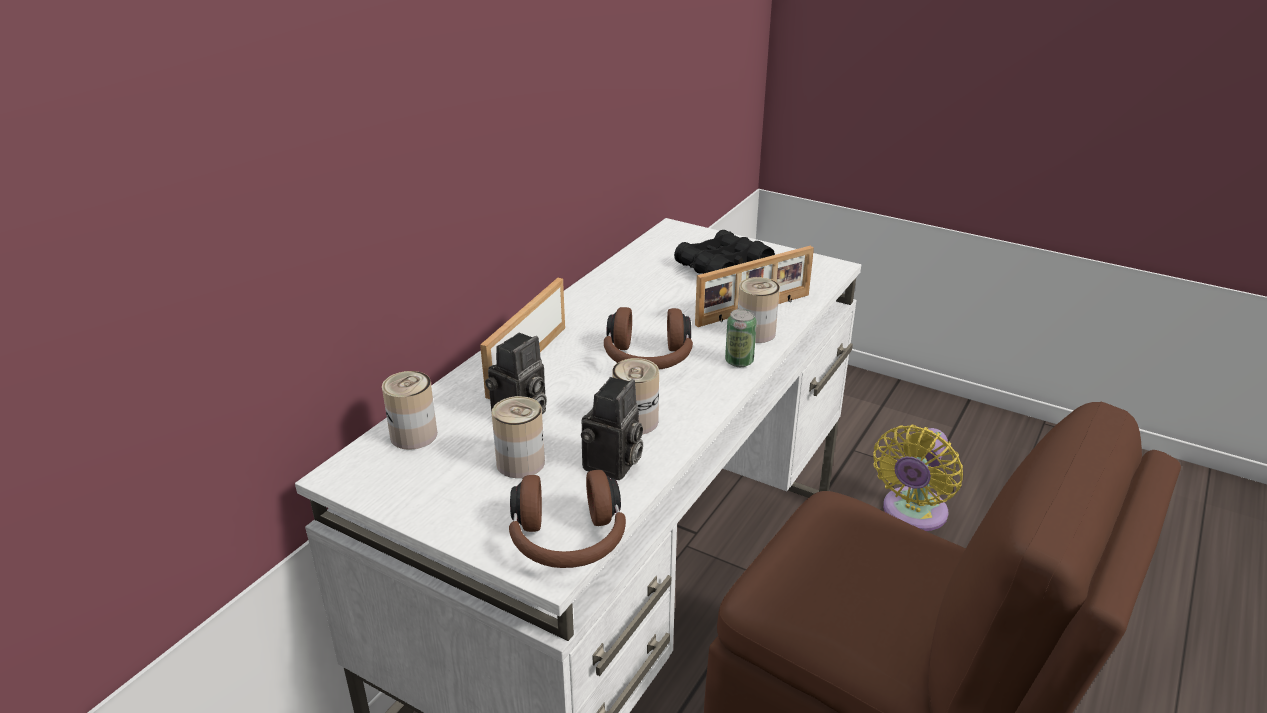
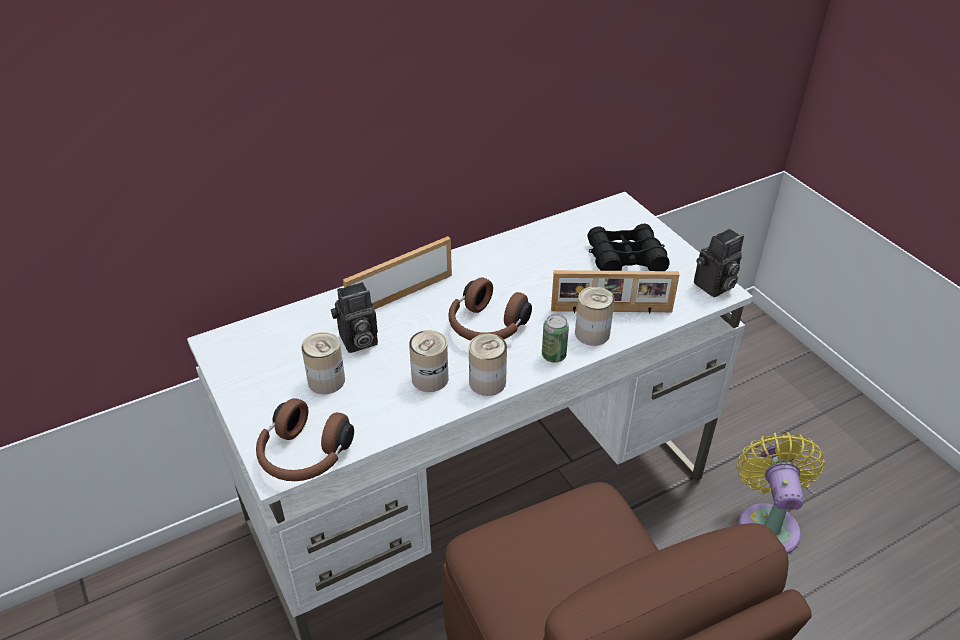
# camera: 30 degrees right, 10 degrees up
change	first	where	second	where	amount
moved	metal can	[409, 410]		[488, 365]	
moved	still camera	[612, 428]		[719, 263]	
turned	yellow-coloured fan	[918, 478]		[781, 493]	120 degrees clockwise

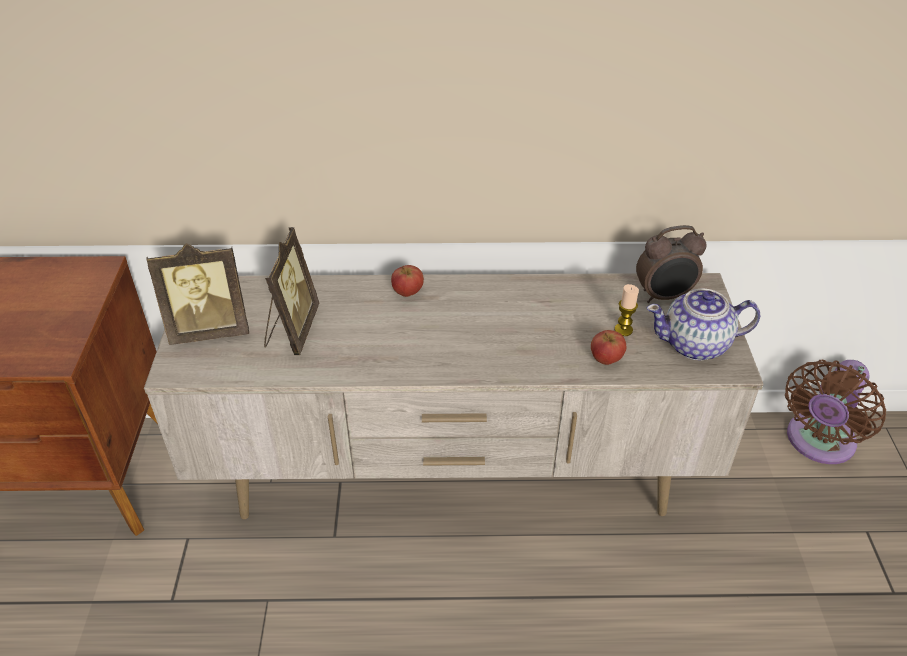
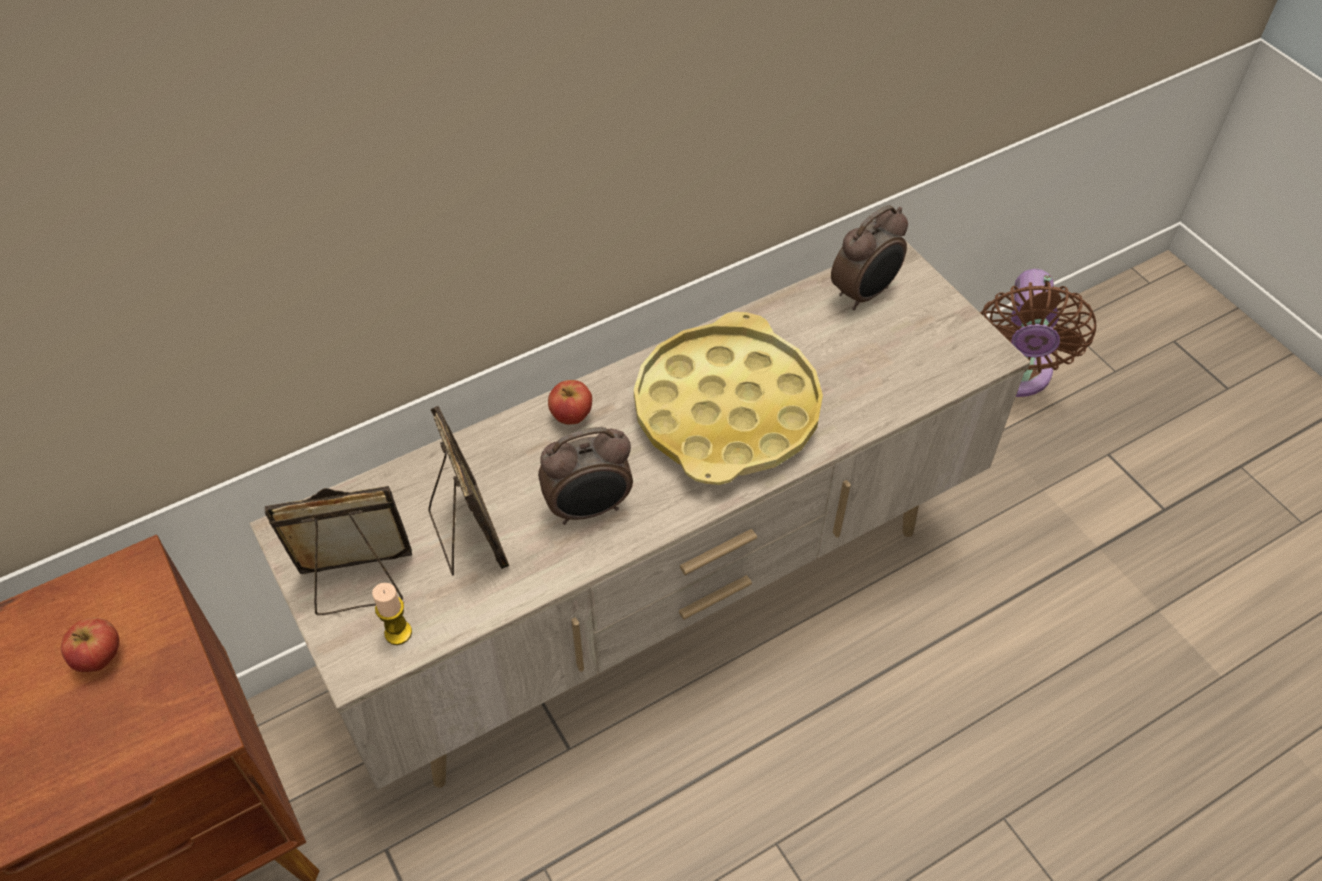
# camera: 30 degrees left, 10 degrees up
change	first	where	second	where	amount
turned	standing frame	[197, 294]		[338, 550]	150 degrees counterclockwise
moved	candle	[626, 310]		[392, 614]	
removed	pot for tea	[703, 324]			
moved	whole apple	[609, 347]		[90, 645]	
added			yellow-coloured serving tray	[728, 398]	
added			table clock	[585, 476]	

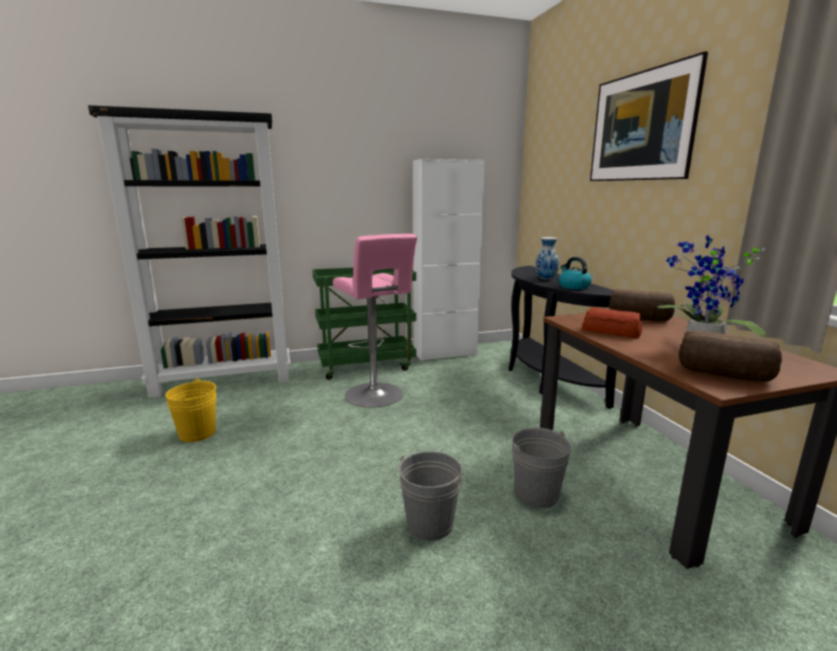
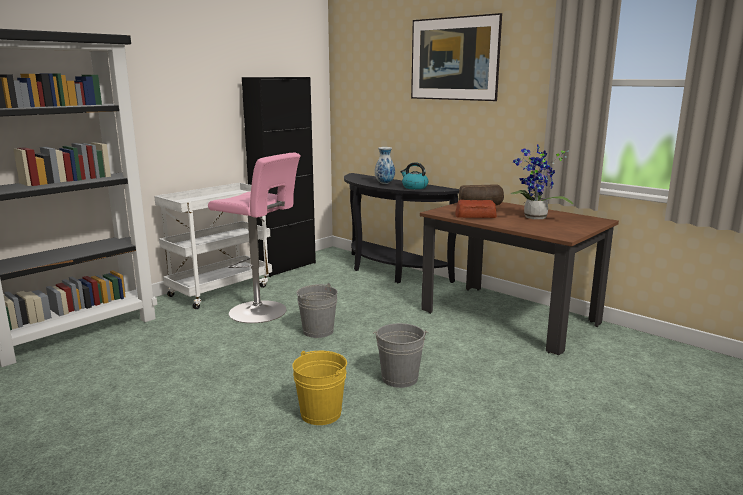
# camera: 30 degrees left, 0 degrees up
change	first	where	second	where	amount
recoloured	white-coloured cabinet	[449, 260]	black-coloured cabinet	[279, 177]	
recoloured	green-coloured trolley	[364, 323]	white-coloured trolley	[213, 246]	
removed	bakery bread	[730, 356]			
moved	yellow-coloured pail	[190, 410]		[319, 388]	
moved	grey pail	[541, 468]		[317, 310]	

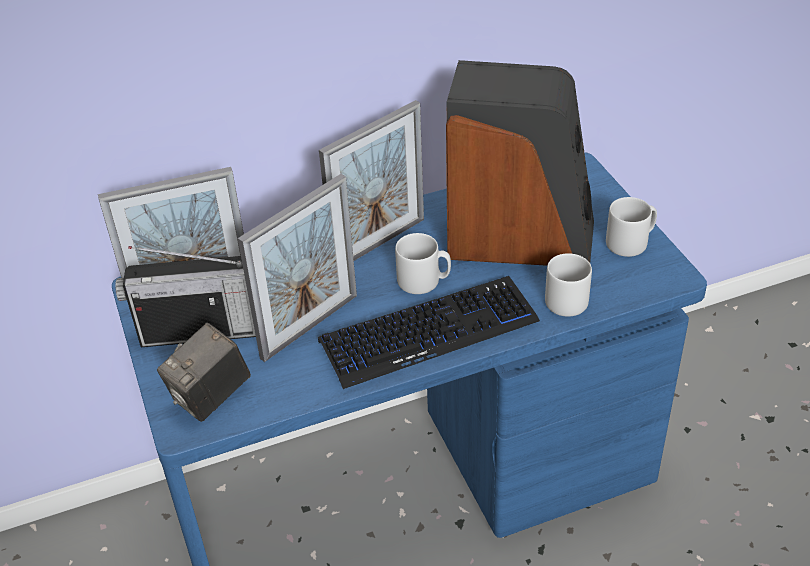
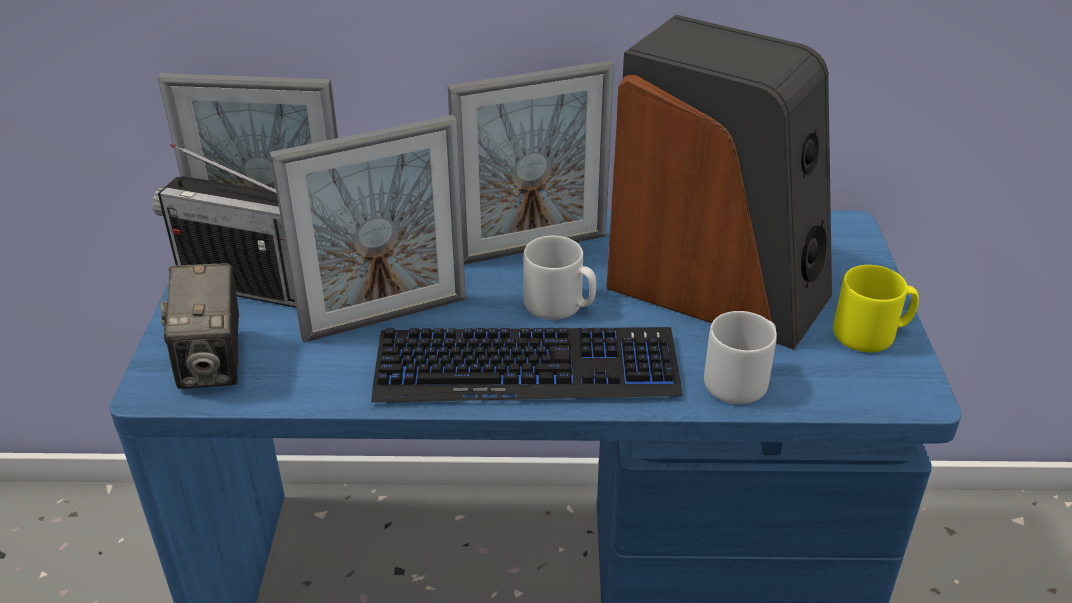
# camera: 20 degrees right, 5 degrees down
change	first	where	second	where	amount
recoloured	grey coffee mug	[631, 227]	yellow-coloured coffee mug	[876, 308]	
turned	still camera	[204, 372]		[199, 326]	75 degrees counterclockwise

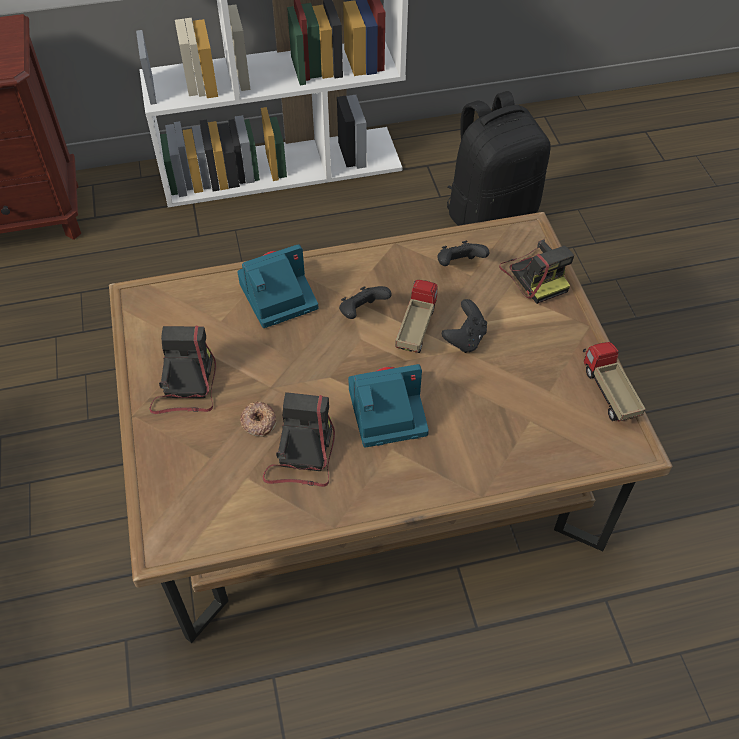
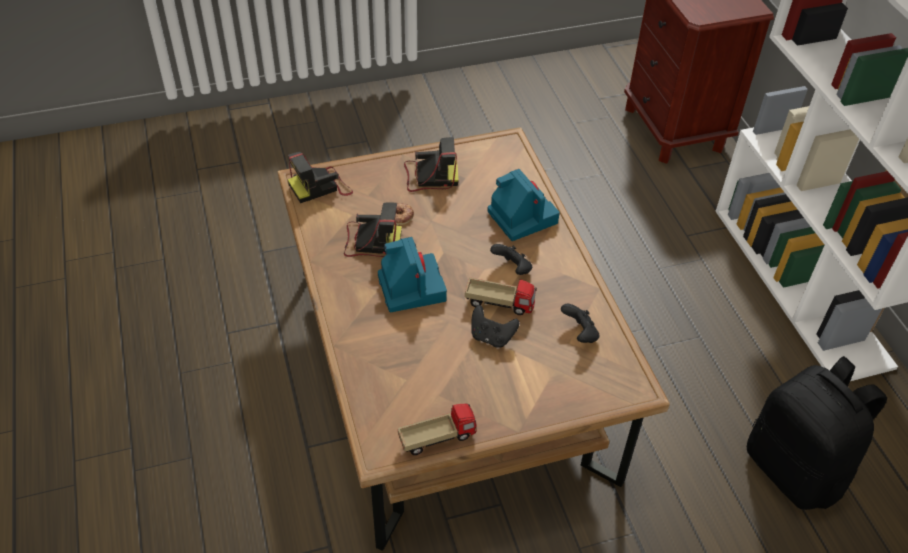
# camera: 85 degrees right, 5 degrees down
change	first	where	second	where	amount
moved	still camera	[536, 271]		[320, 177]	

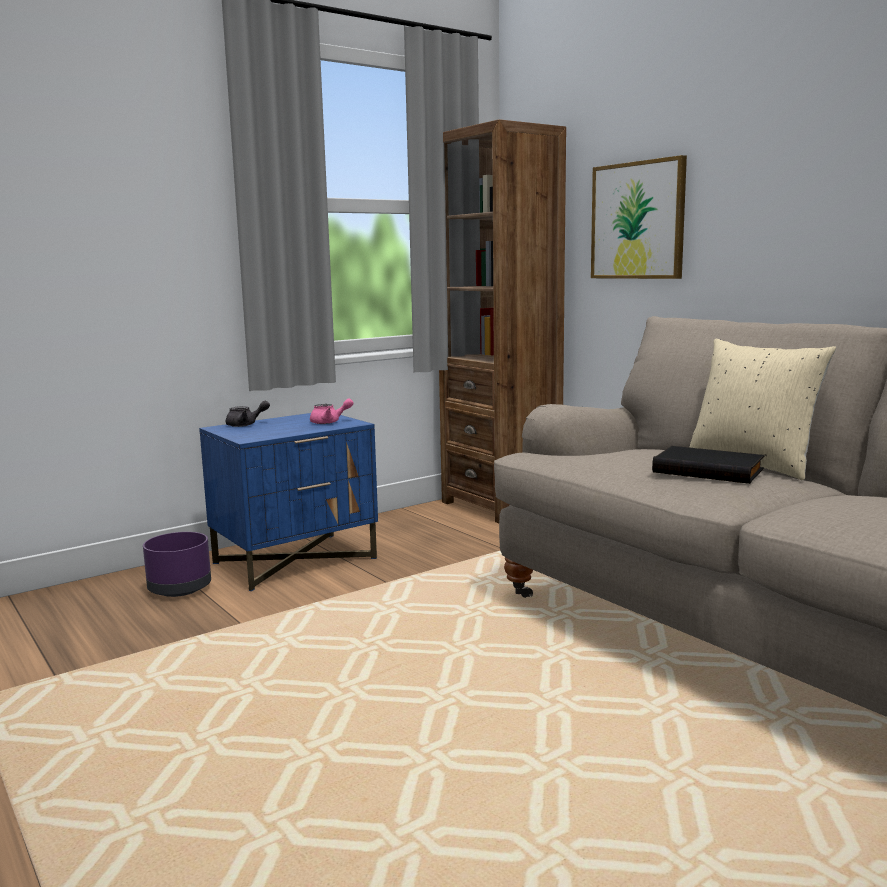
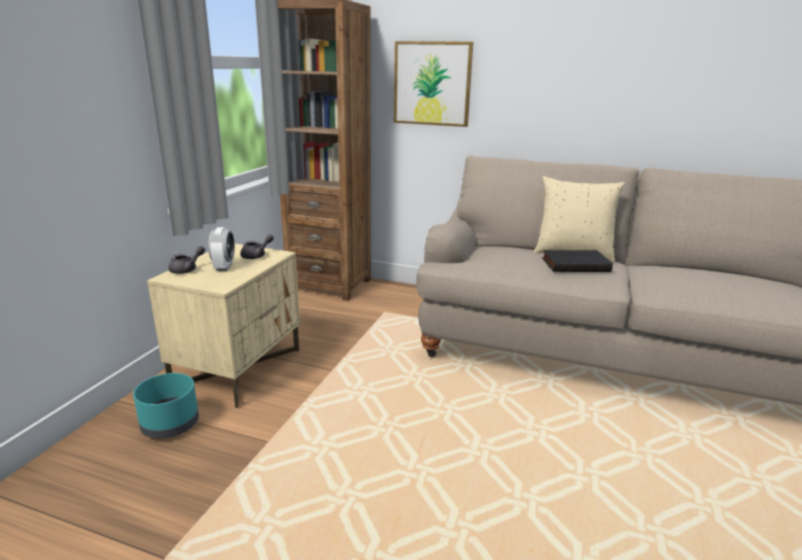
# camera: 35 degrees left, 10 degrees up
change	first	where	second	where	amount
recoloured	pink pot for tea	[332, 411]	grey pot for tea	[257, 246]	
recoloured	blue-coloured night table	[288, 502]	beige-coloured night table	[223, 326]	
recoloured	purple-coloured plant pot	[177, 564]	turquoise plant pot	[166, 406]	
added			table clock	[221, 249]	

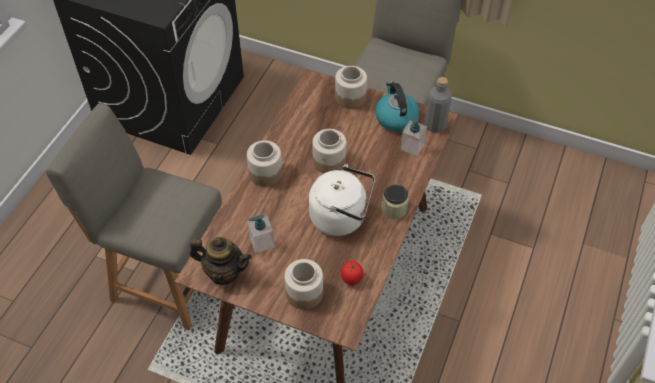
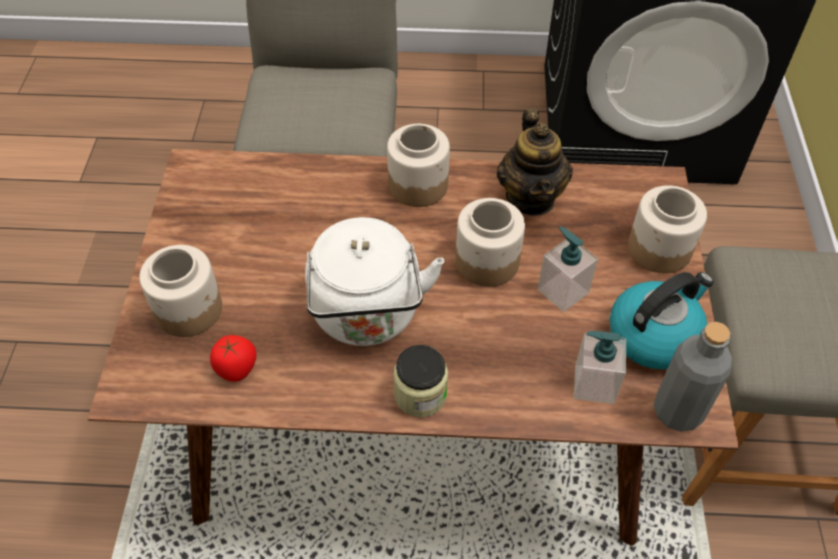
# camera: 70 degrees right, 0 degrees up
change	first	where	second	where	amount
moved	soap dispenser	[261, 233]		[568, 269]	
moved	pot for tea	[221, 261]		[534, 162]	

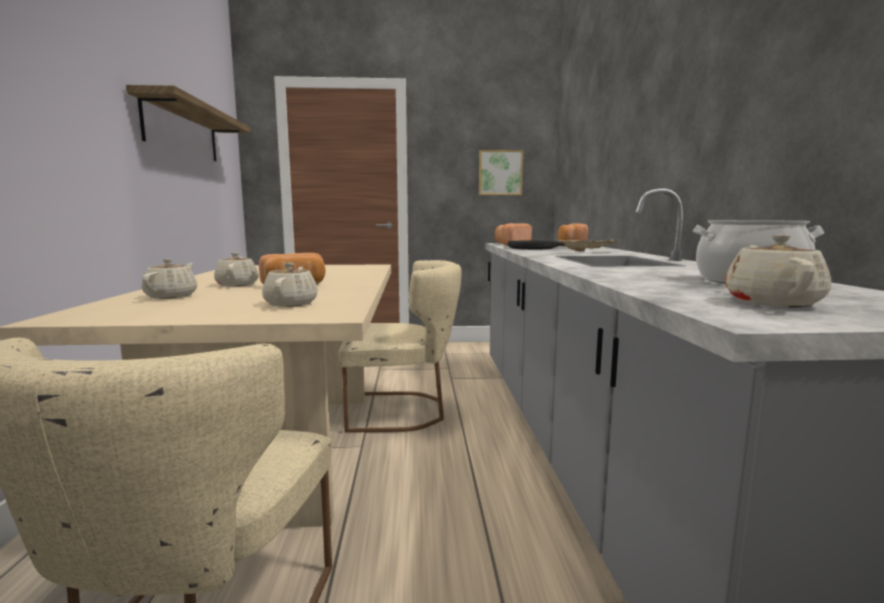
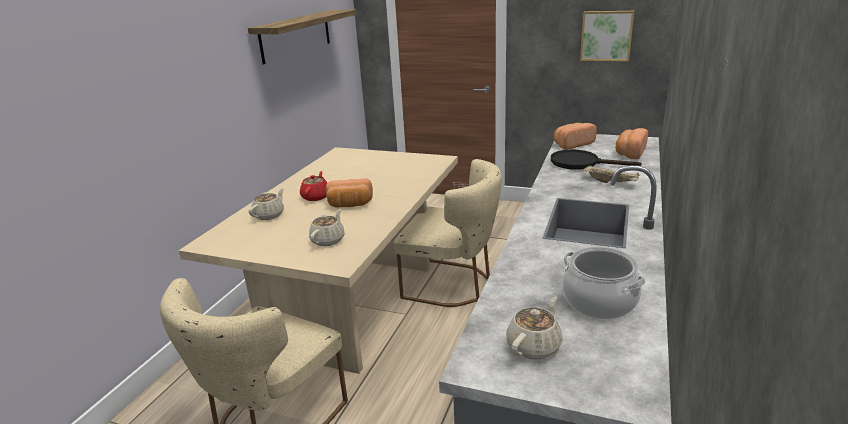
# camera: 25 degrees right, 15 degrees up
change	first	where	second	where	amount
recoloured	beige-coloured pot for tea	[236, 269]	red-coloured pot for tea	[313, 186]	

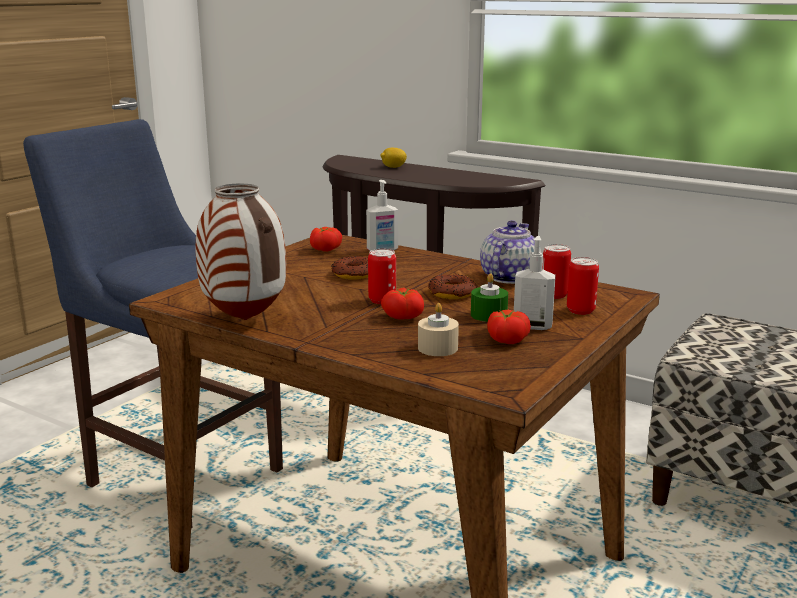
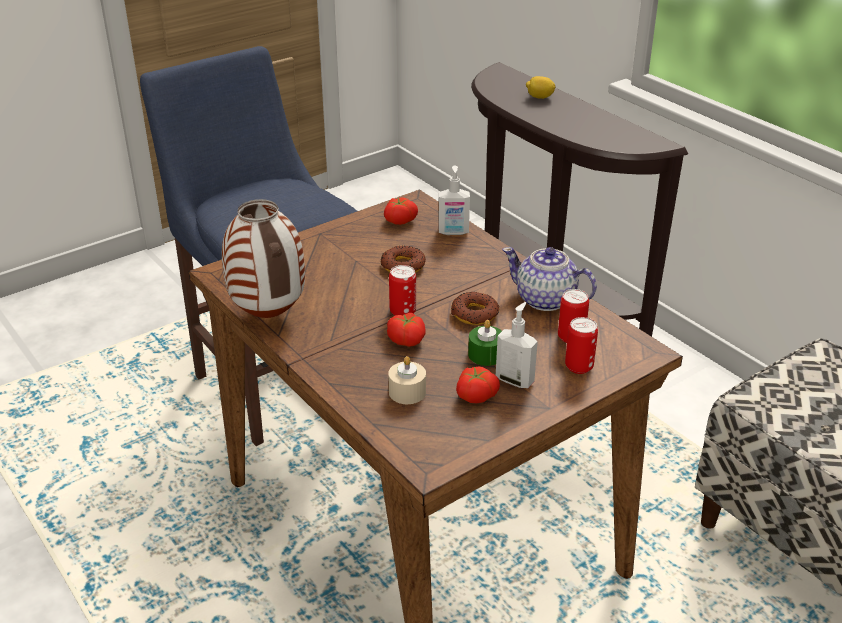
# camera: 20 degrees right, 15 degrees up
change	first	where	second	where	amount
turned	pot for tea	[510, 252]		[549, 279]	105 degrees counterclockwise

